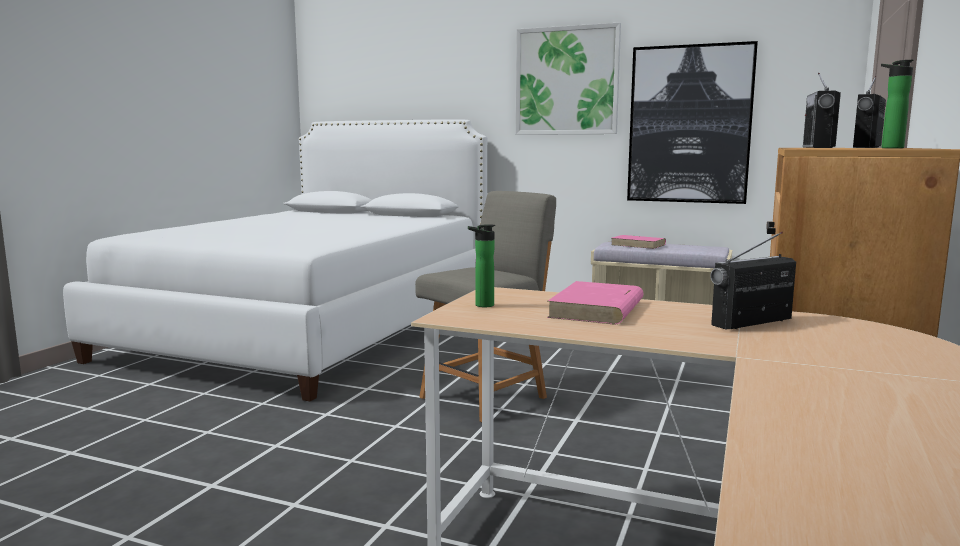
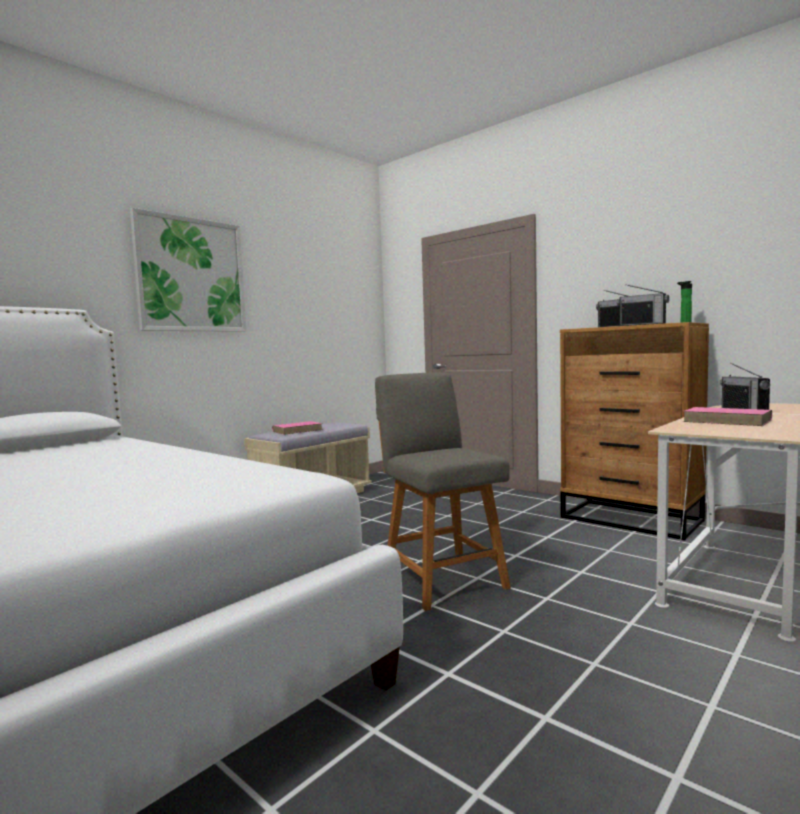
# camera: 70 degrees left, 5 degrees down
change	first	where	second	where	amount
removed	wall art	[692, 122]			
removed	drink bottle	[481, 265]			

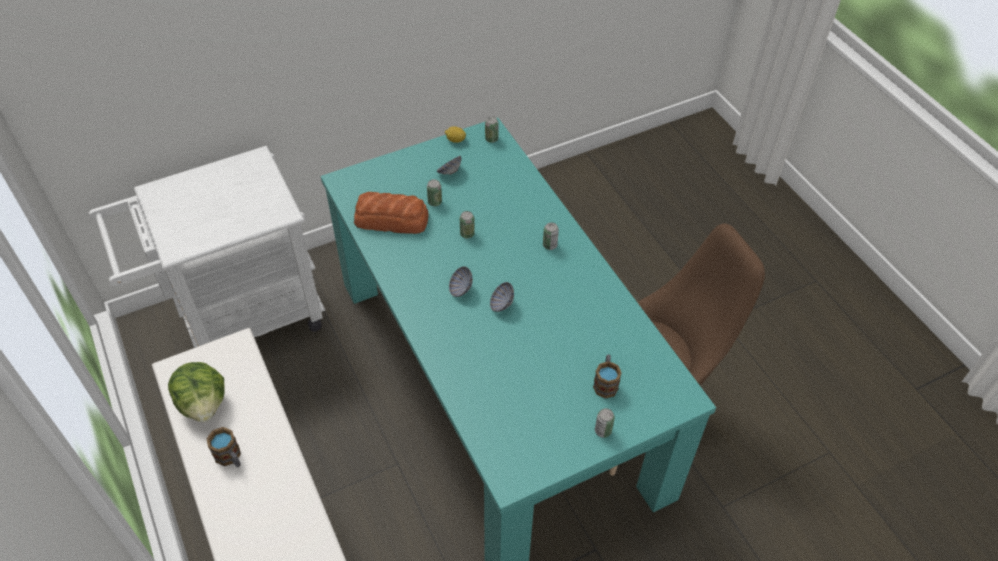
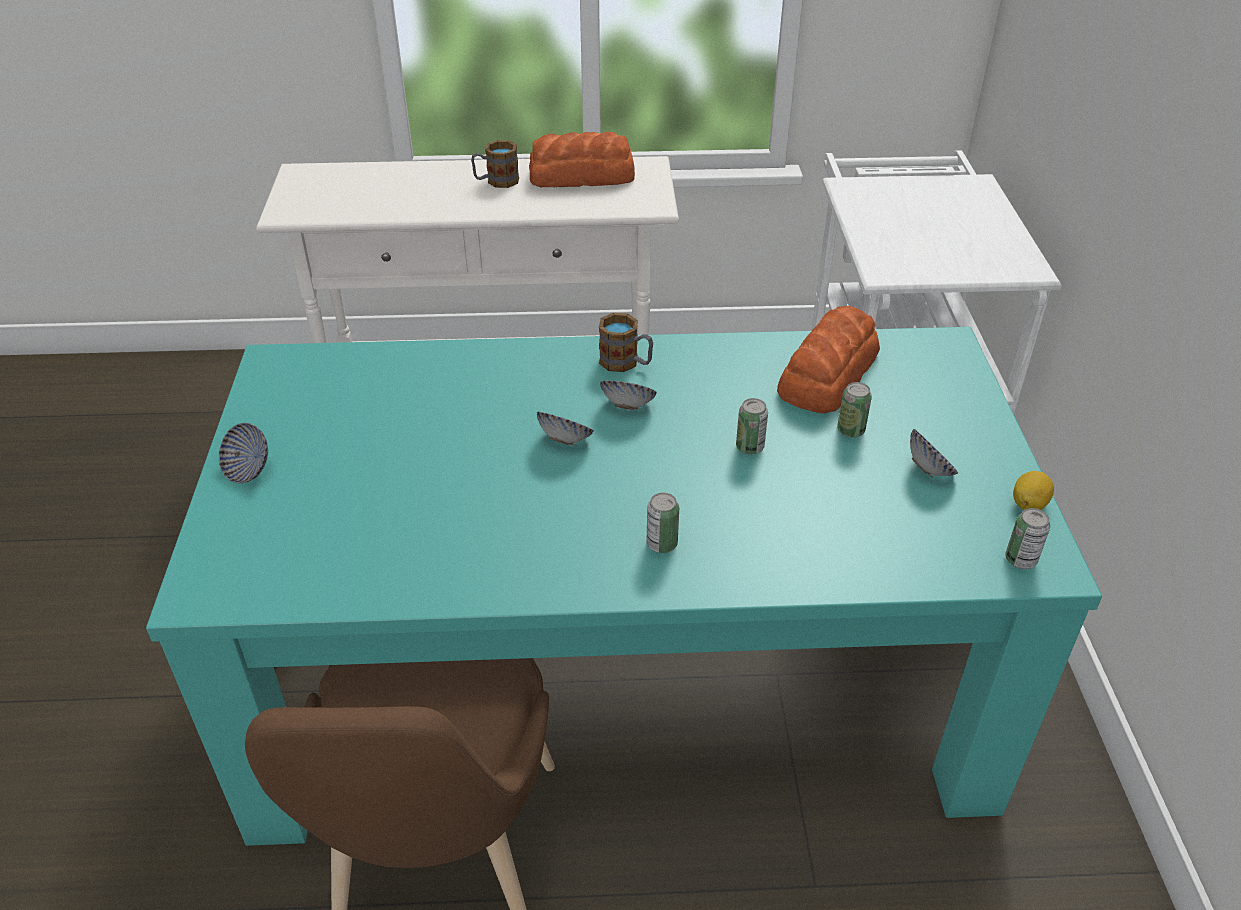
# camera: 115 degrees right, 10 degrees down
change	first	where	second	where	amount
moved	coffee mug	[607, 377]		[626, 342]	
replaced	head of lettuce	[196, 392]	bakery bread	[582, 159]	
replaced	metal can	[605, 423]	serving bowl	[243, 453]	

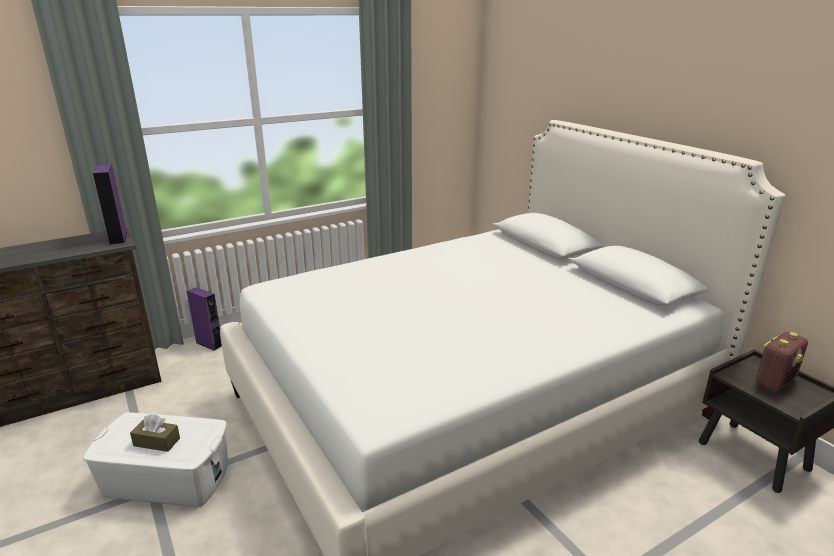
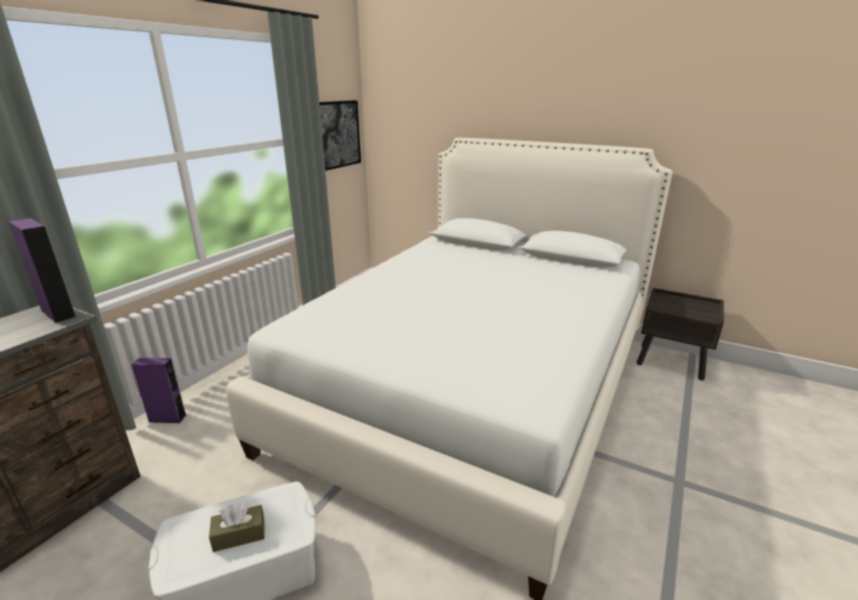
# camera: 30 degrees left, 0 degrees up
change	first	where	second	where	amount
removed	radio	[782, 362]			
added			wall art	[340, 135]	

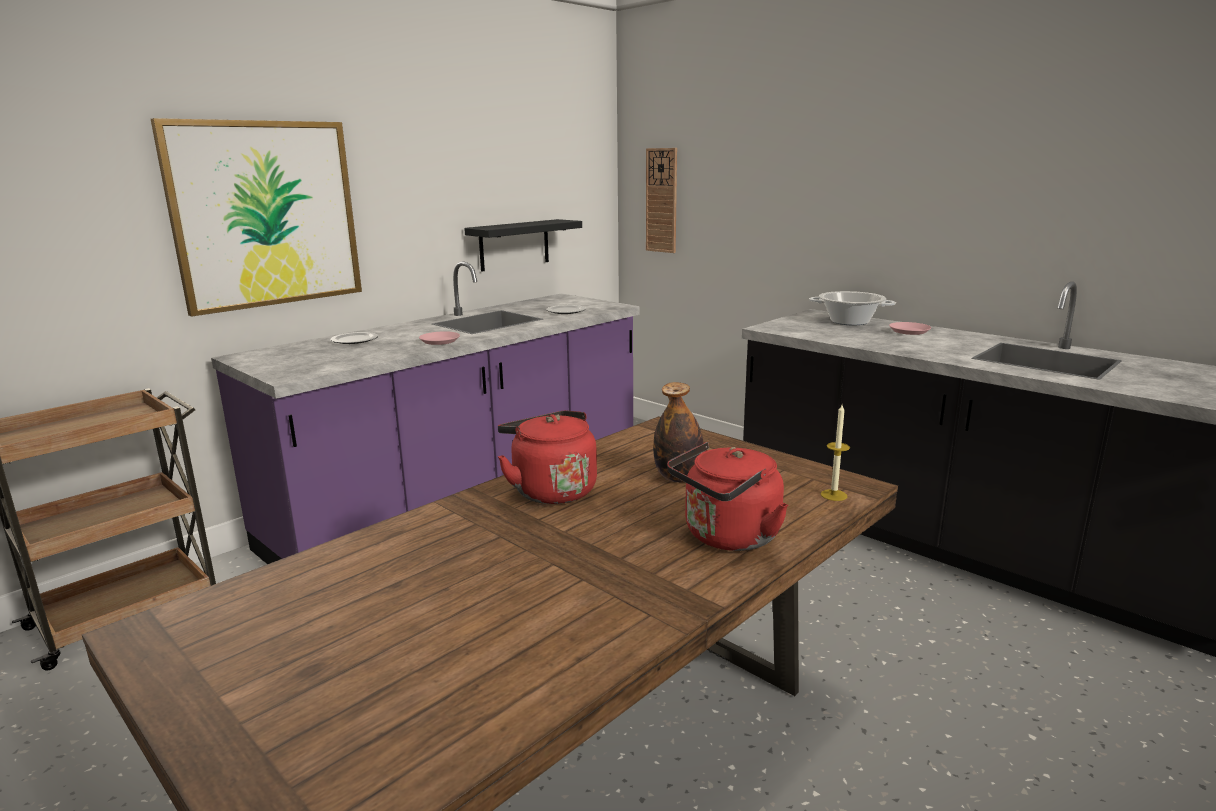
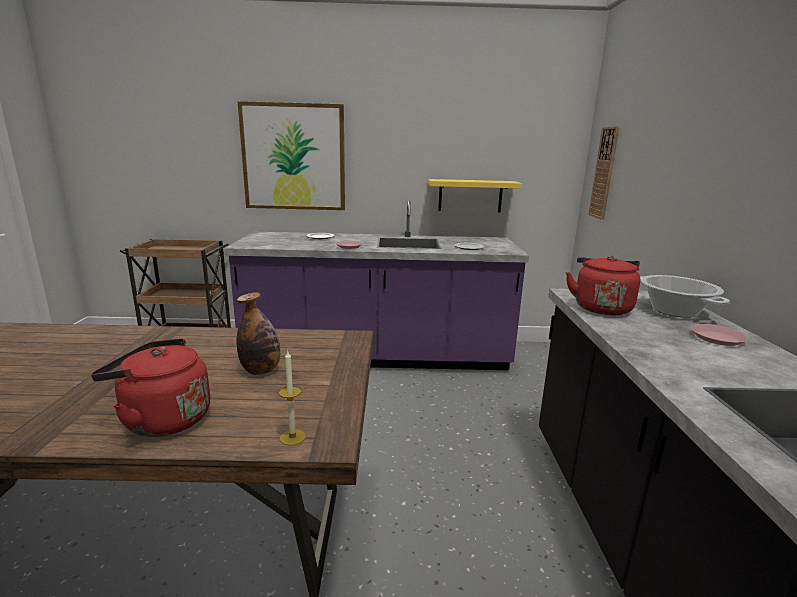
# camera: 45 degrees right, 0 degrees up
change	first	where	second	where	amount
recoloured	black-coloured shelf	[523, 245]	yellow-coloured shelf	[475, 195]	
moved	red-coloured water kettle	[547, 457]		[603, 285]	

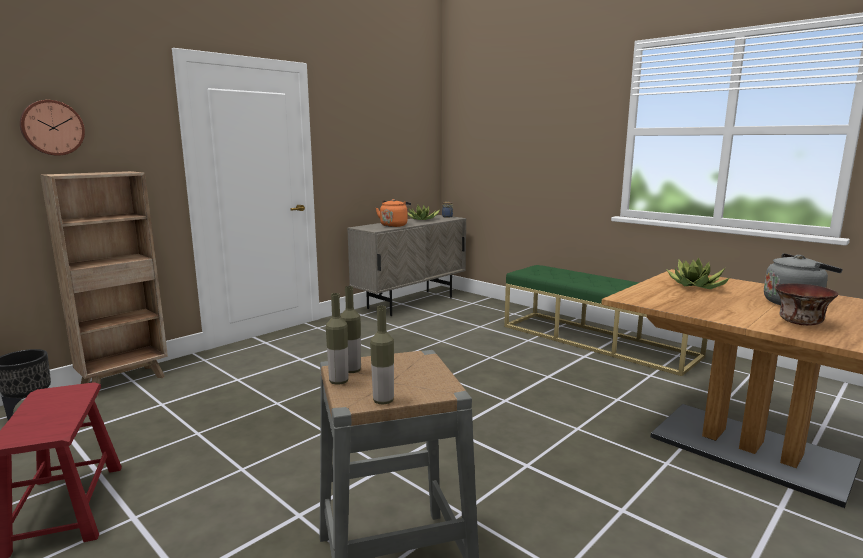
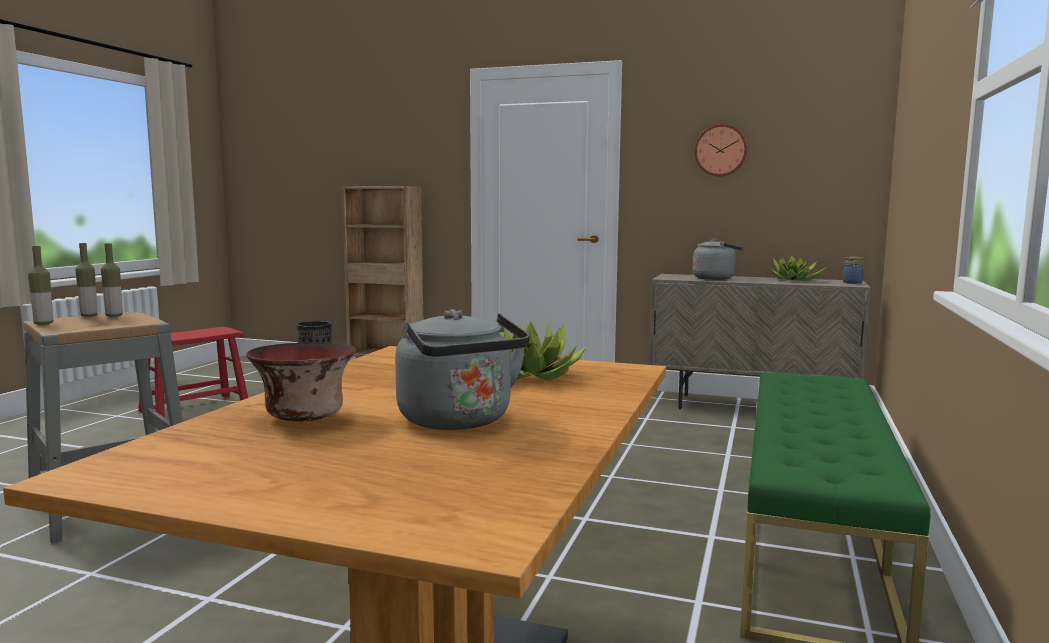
# camera: 65 degrees right, 5 degrees down
change	first	where	second	where	amount
moved	wall clock	[52, 128]		[720, 150]	
recoloured	orange water kettle	[393, 213]	grey water kettle	[718, 259]	

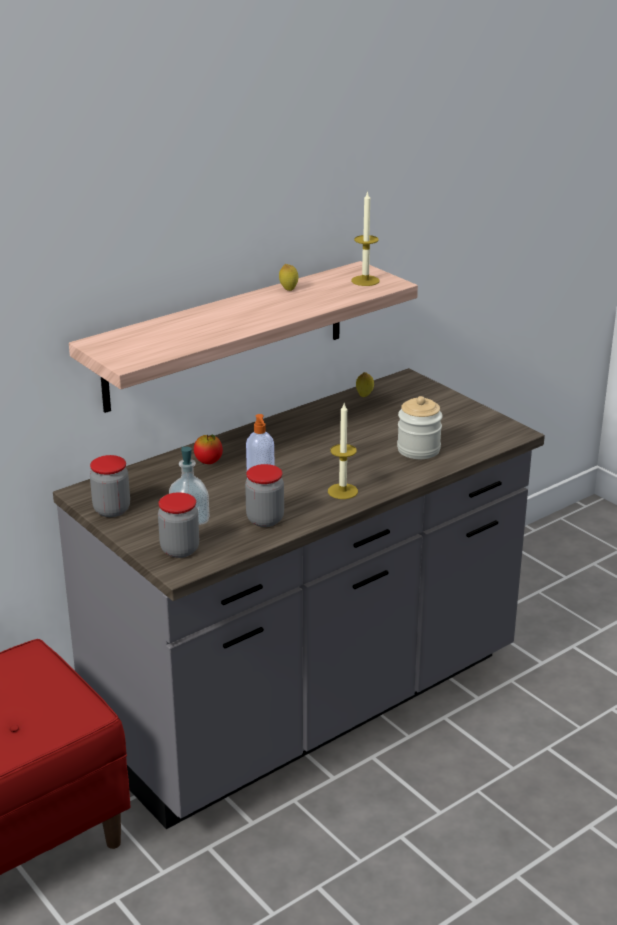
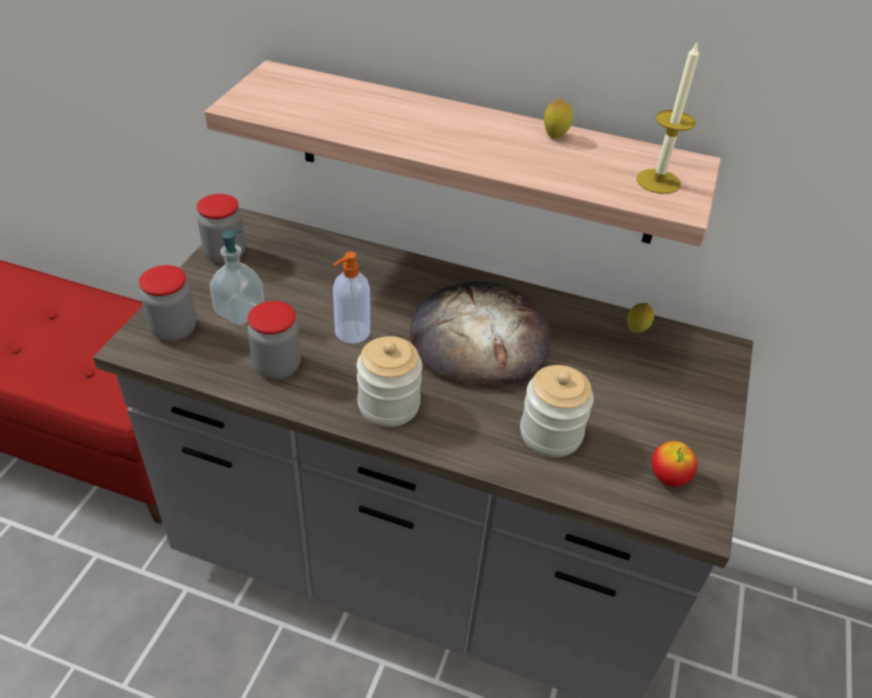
# camera: 55 degrees right, 15 degrees up
change	first	where	second	where	amount
replaced	candle	[343, 451]	preserve jar	[389, 381]	
moved	whole apple	[208, 449]		[674, 464]	
added			bakery bread	[480, 333]	

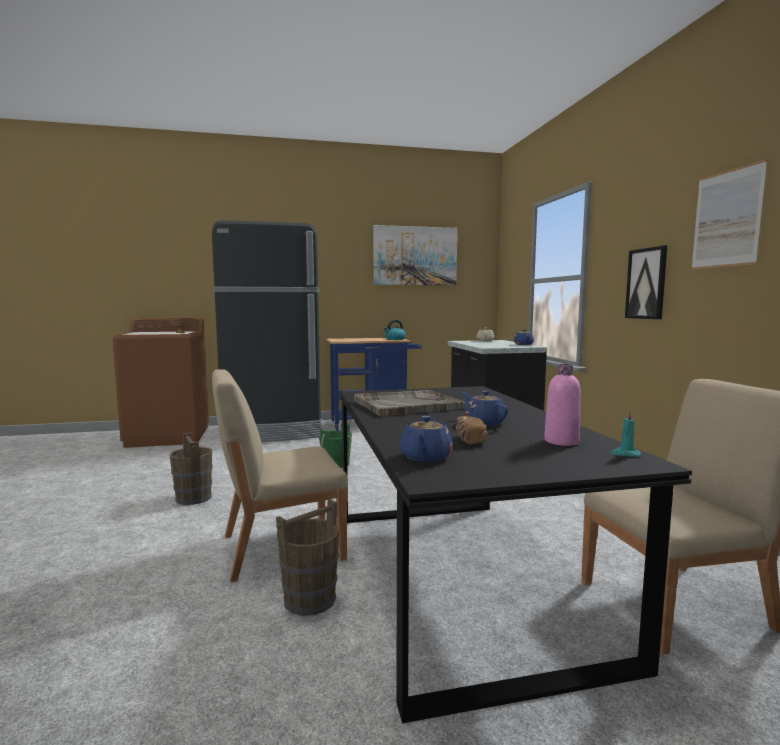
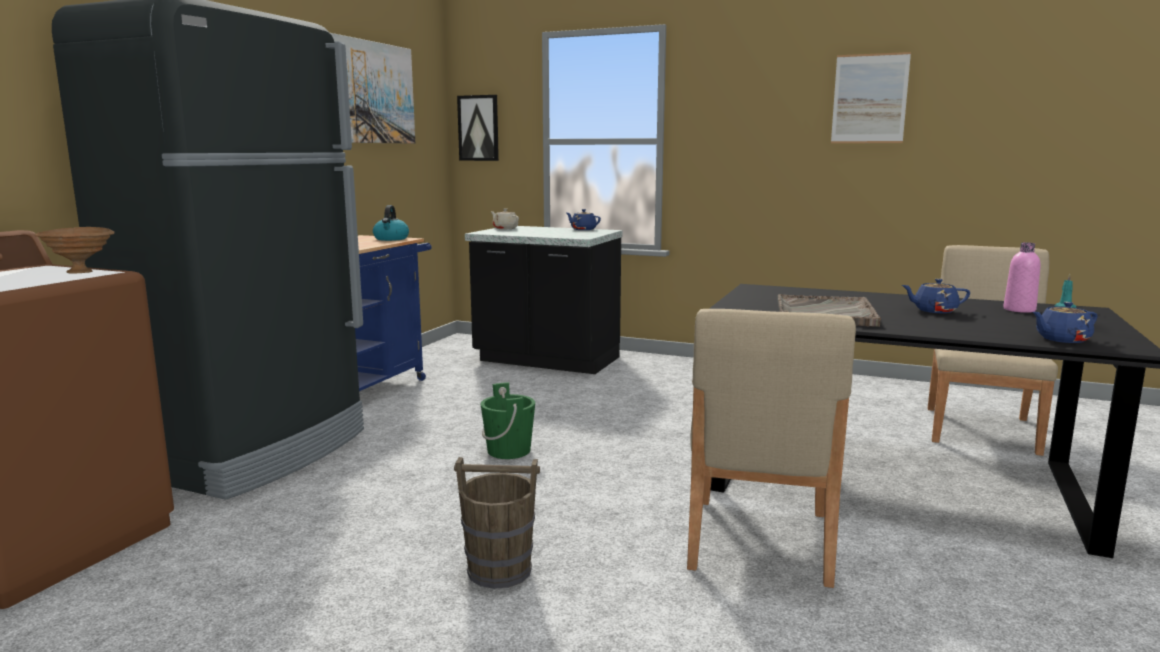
# camera: 55 degrees left, 5 degrees up
change	first	where	second	where	amount
moved	wall art	[646, 282]		[478, 128]	
turned	blue-coloured pot for tea	[426, 439]		[1065, 322]	120 degrees clockwise
removed	bakery bread	[471, 430]			
removed	brown-coloured pail	[307, 557]			

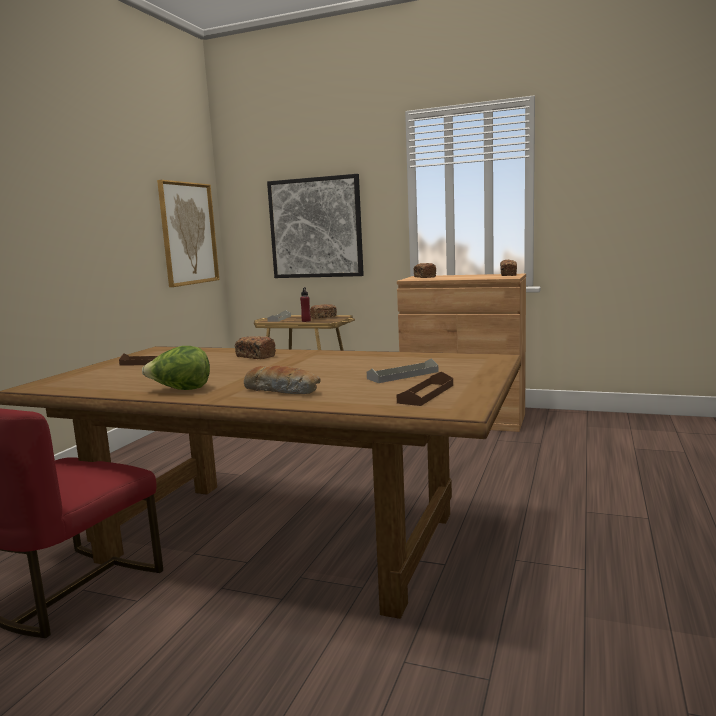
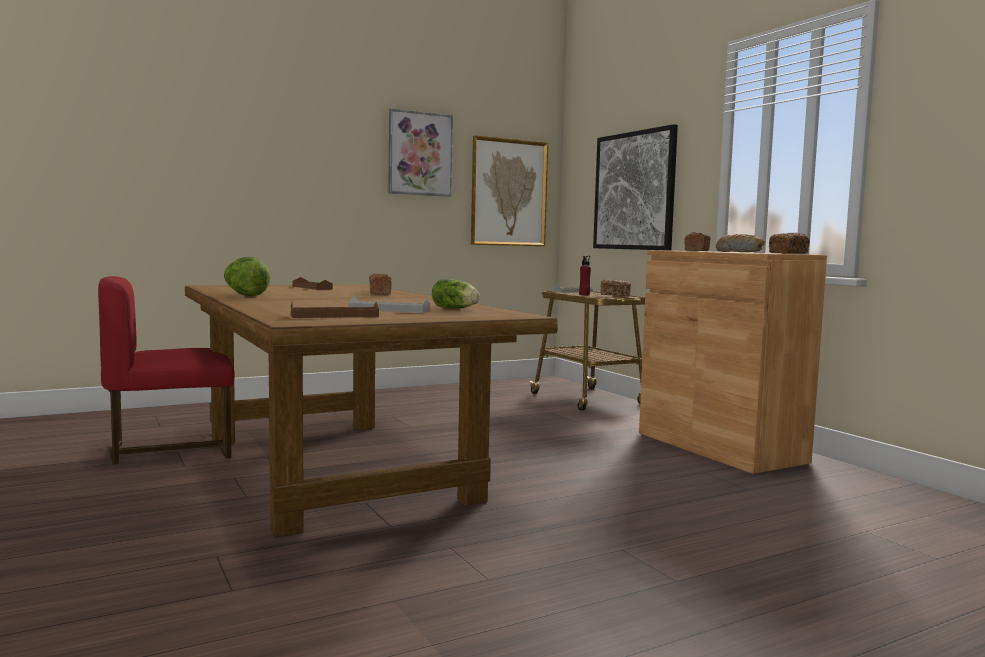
# camera: 40 degrees right, 5 degrees down
change	first	where	second	where	amount
moved	bakery bread	[282, 379]		[740, 243]	
added			wall art	[420, 153]	
added			head of lettuce	[456, 293]	

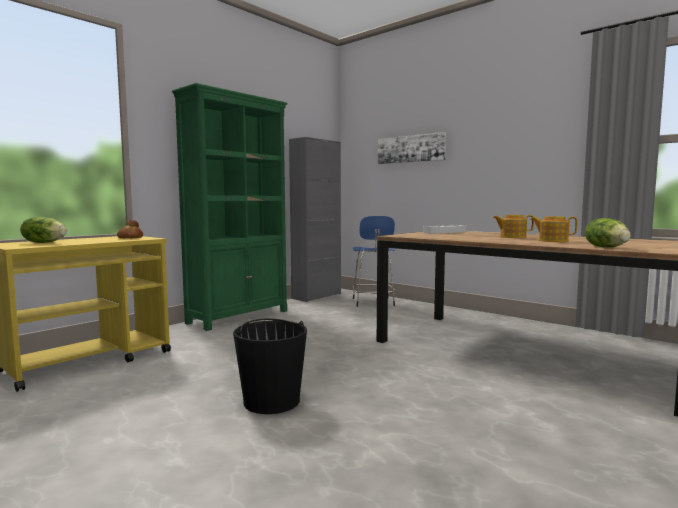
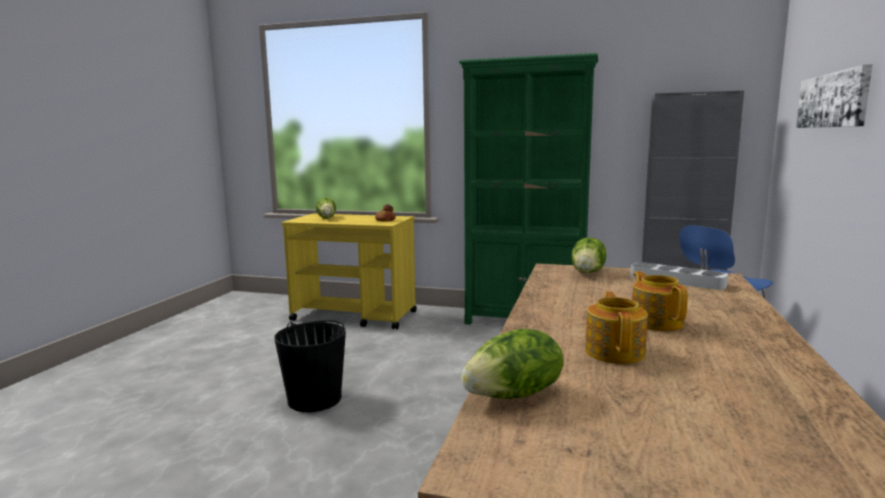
# camera: 65 degrees right, 5 degrees up
change	first	where	second	where	amount
added			head of lettuce	[588, 255]	

